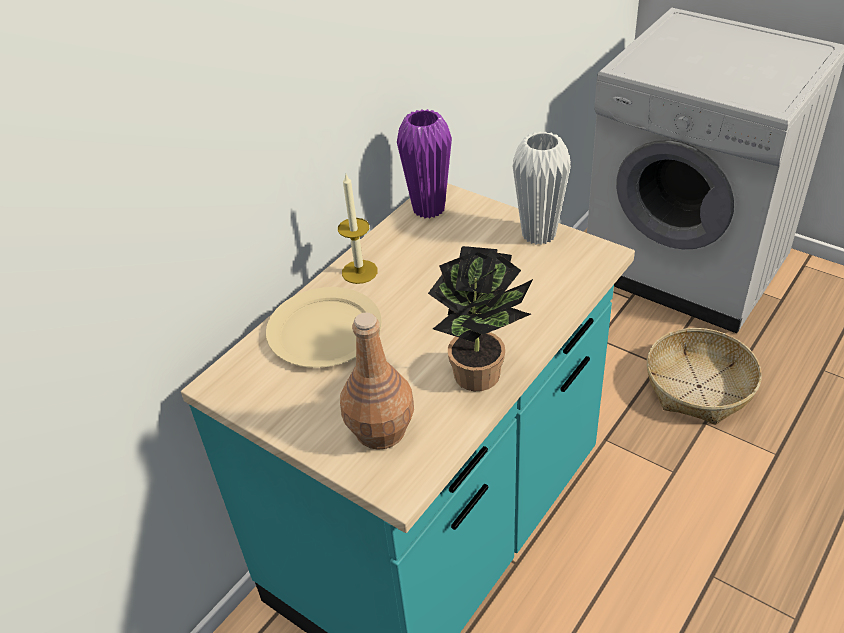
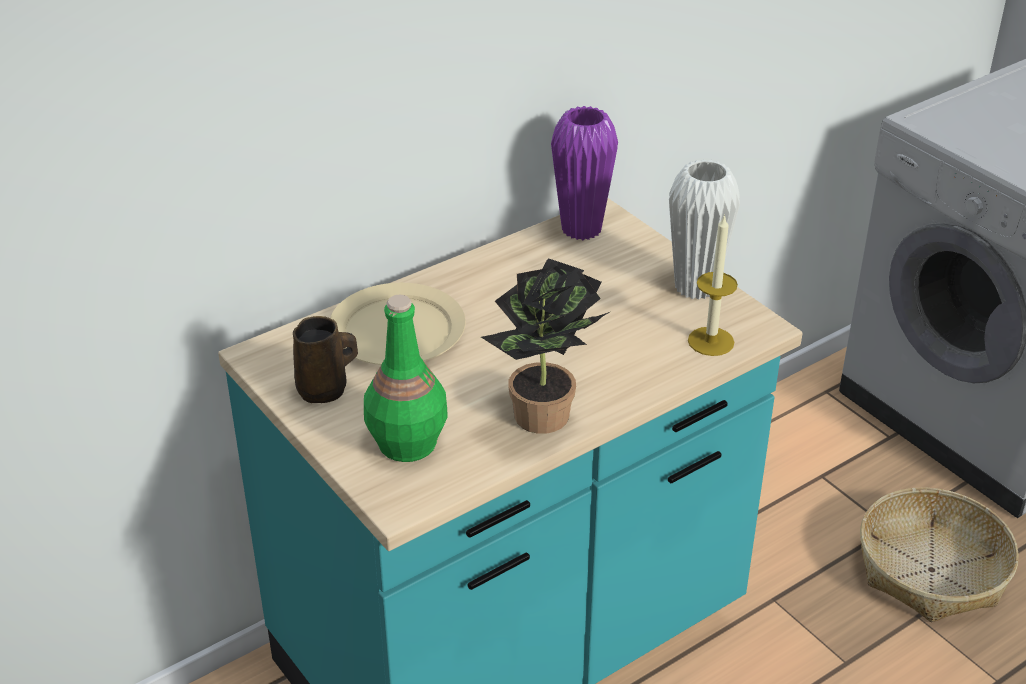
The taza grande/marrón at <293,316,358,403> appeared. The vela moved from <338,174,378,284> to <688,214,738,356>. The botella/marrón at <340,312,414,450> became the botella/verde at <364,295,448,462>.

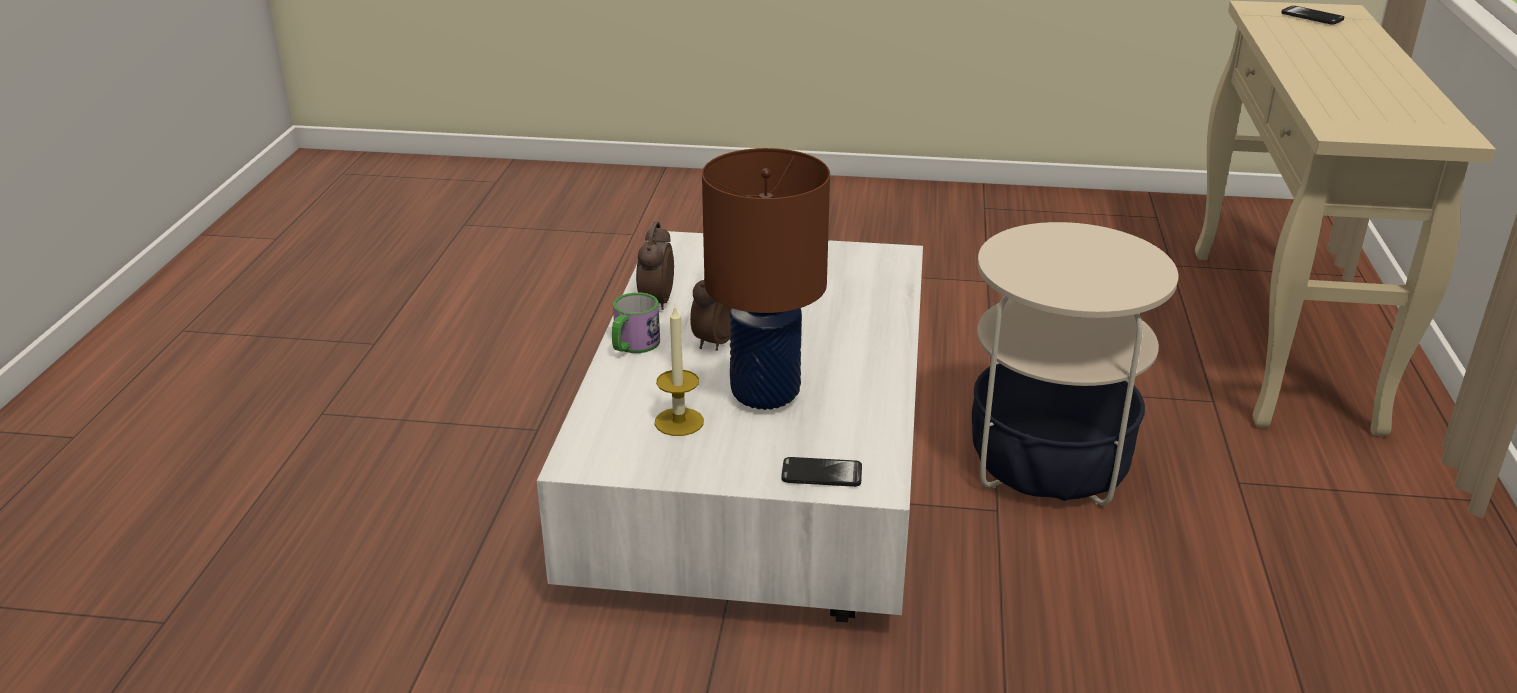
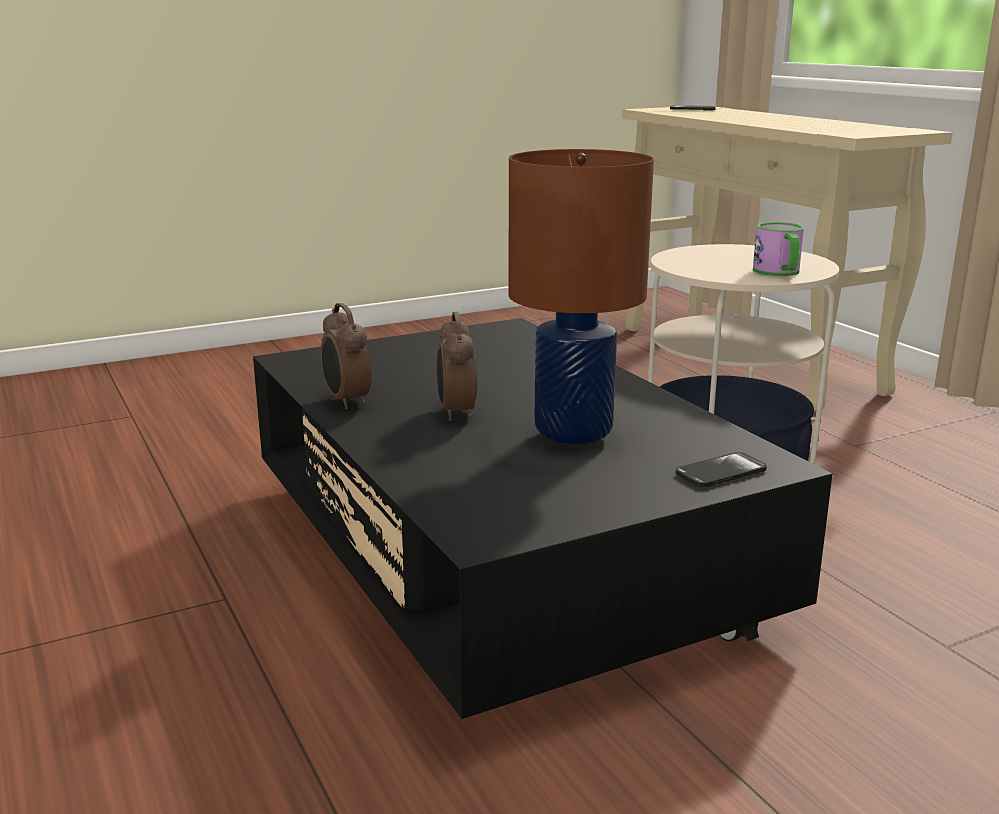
The vela at <655,307,704,436> disappeared. The taza grande moved from <612,293,660,353> to <753,222,804,276>. The mesa de centro/blanco at <537,231,923,623> became the mesa de centro/negro at <253,318,833,719>.

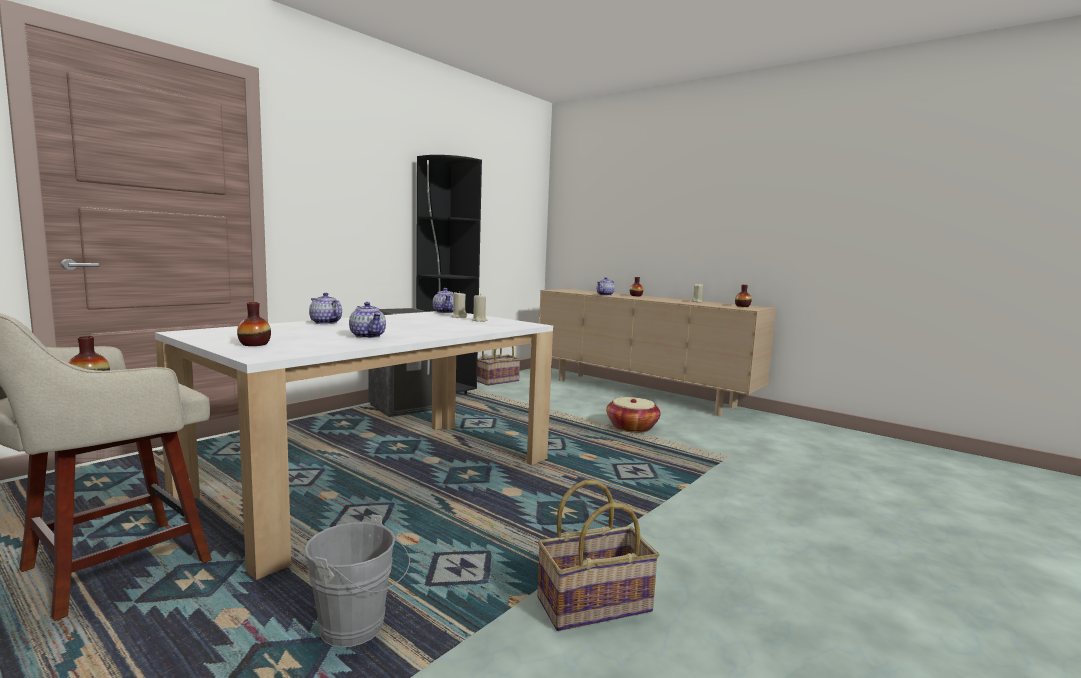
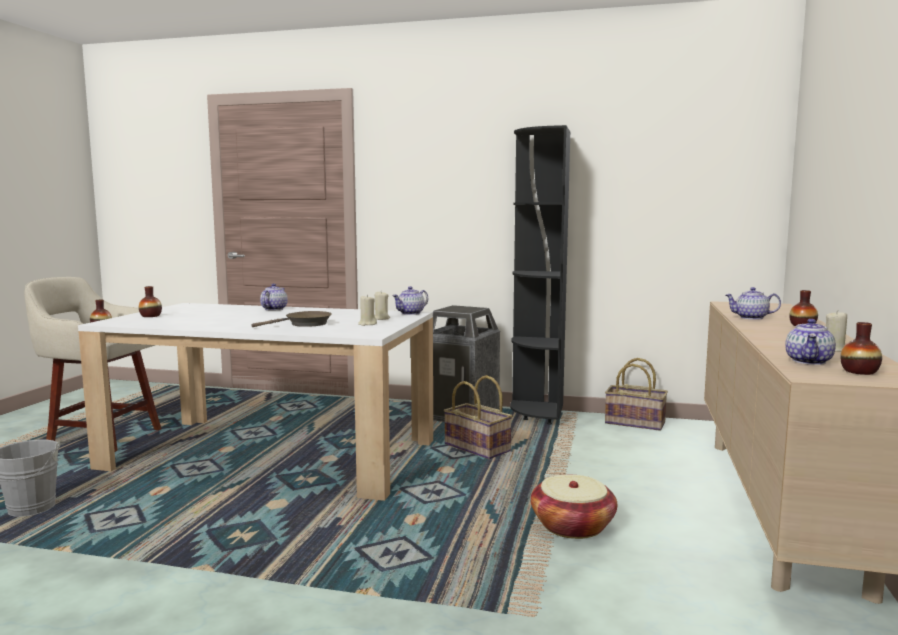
The sartén/marrón at <251,311,332,327> appeared. The tetera moved from <349,302,386,338> to <785,319,836,365>. The cesta moved from <537,480,659,631> to <444,375,512,459>.

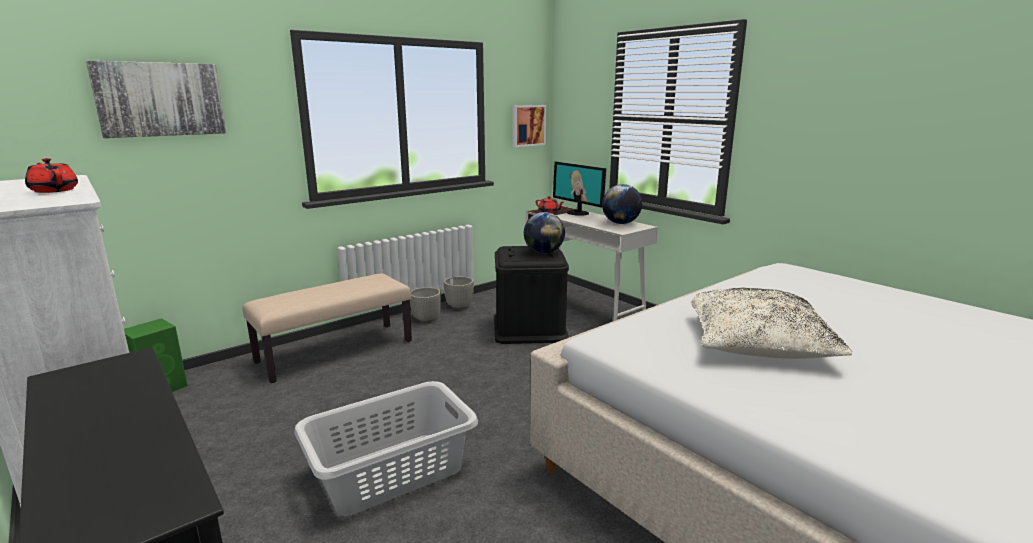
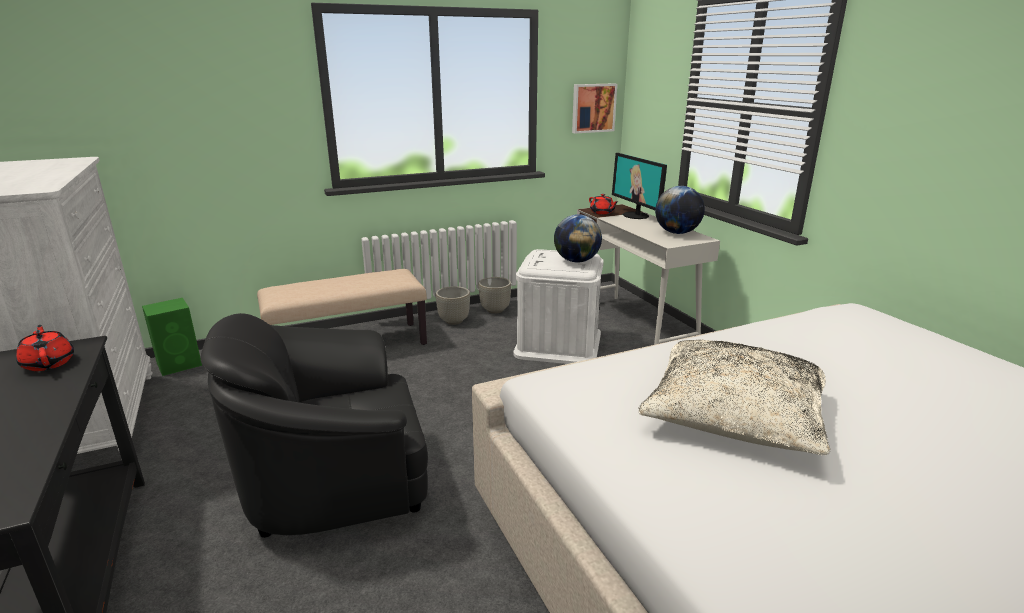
The cuadro at <86,61,226,138> disappeared. The tetera/rojo moved from <25,158,78,193> to <16,325,74,371>. The cesto de la ropa/gris at <295,381,478,516> was replaced by the sillón/negro at <201,313,428,538>. The caja de almacenaje/negro at <494,246,569,344> became the caja de almacenaje/blanco at <514,249,604,364>.

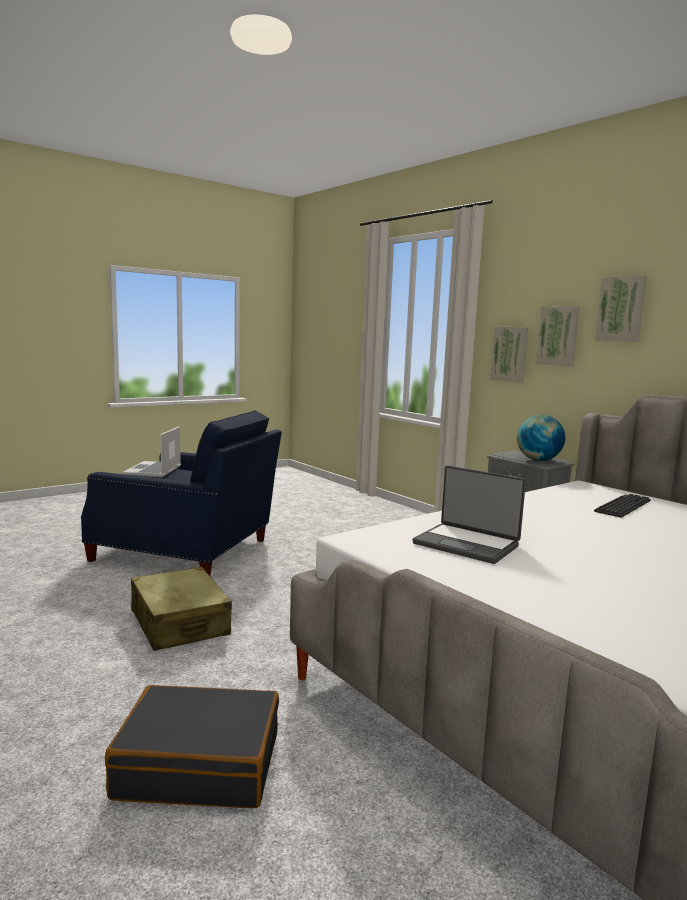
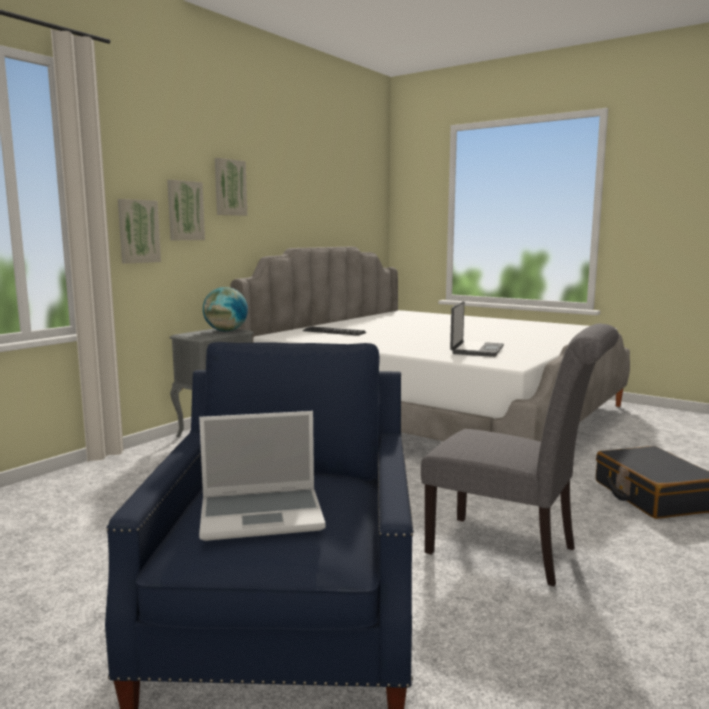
The maleta/beis at <131,567,232,651> was replaced by the silla/gris at <421,324,619,587>.

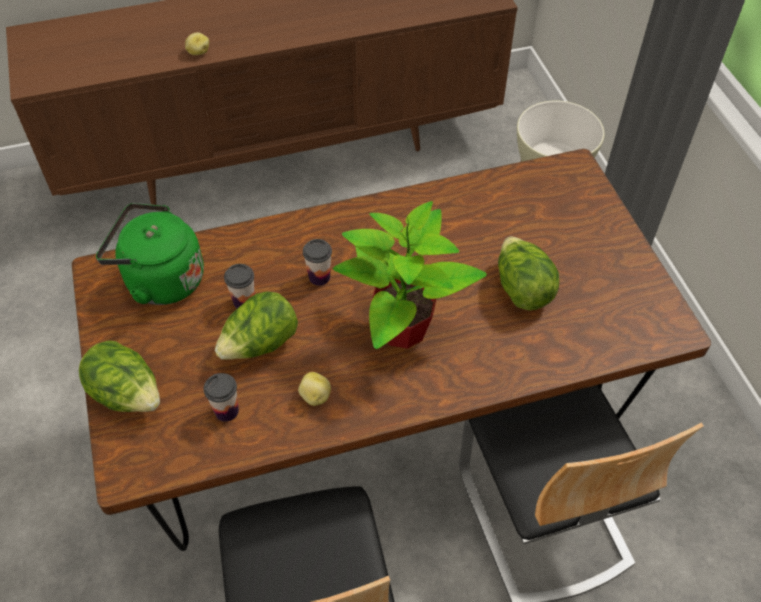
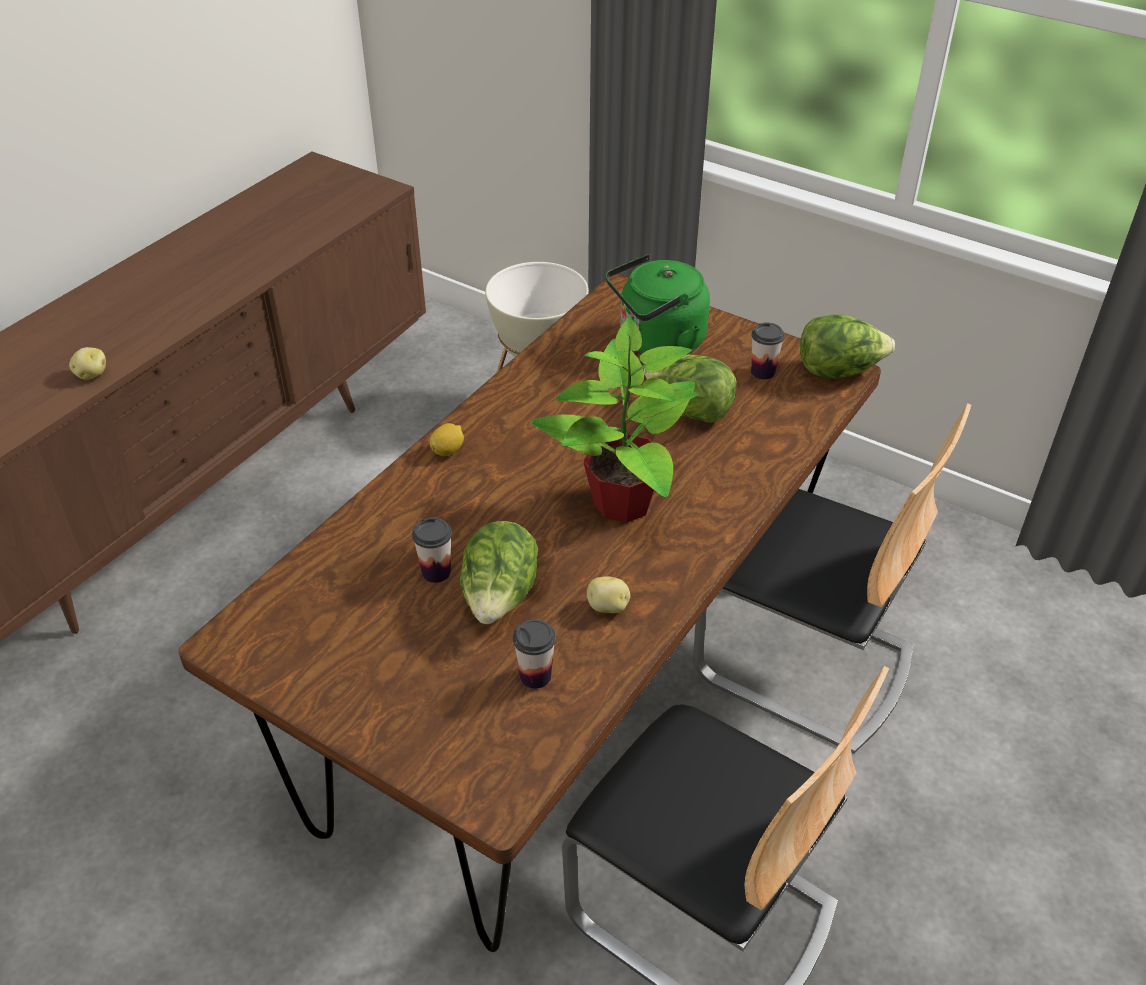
The limón at <430,423,464,456> appeared. The lechuga moved from <79,340,160,412> to <800,314,895,379>. The hervidor/verde moved from <96,203,204,305> to <606,254,710,355>. The taza moved from <303,239,332,286> to <751,322,785,380>.

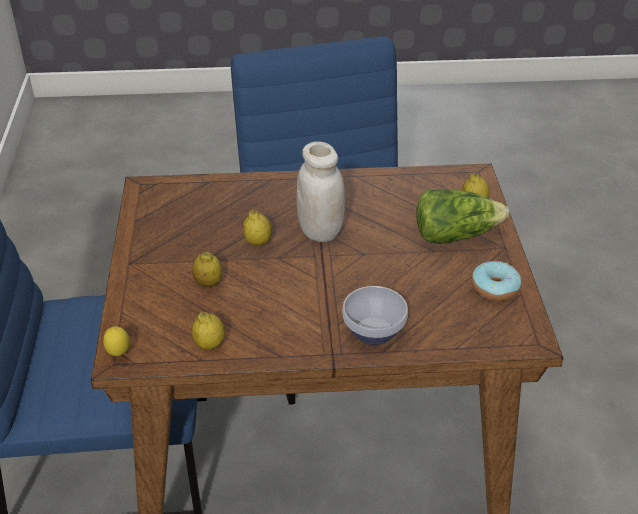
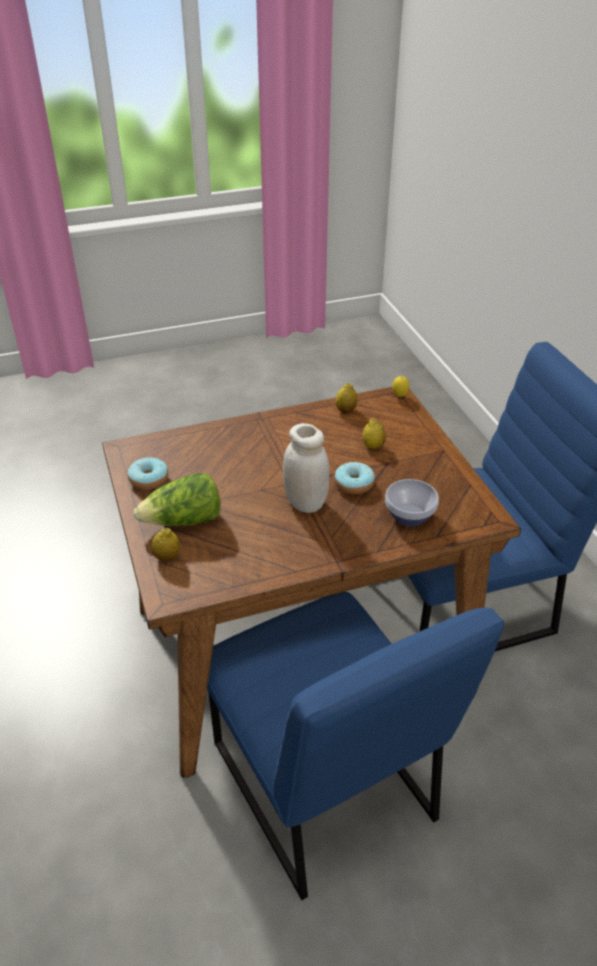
The cuenco moved from <342,286,408,345> to <385,479,439,526>. The limón at <243,210,272,246> was replaced by the rosquilla at <334,462,375,494>.

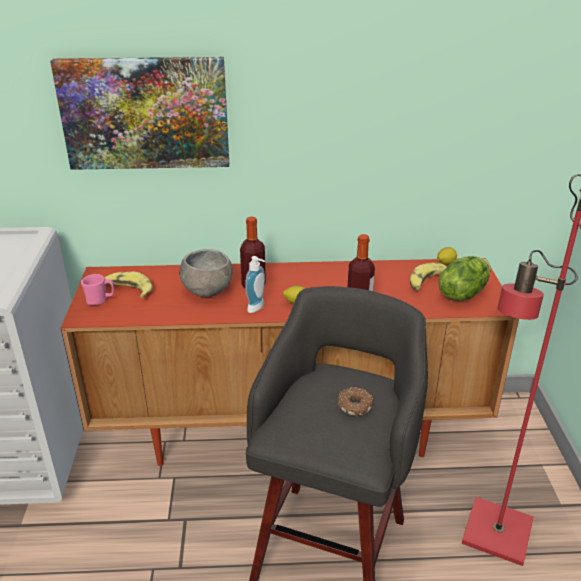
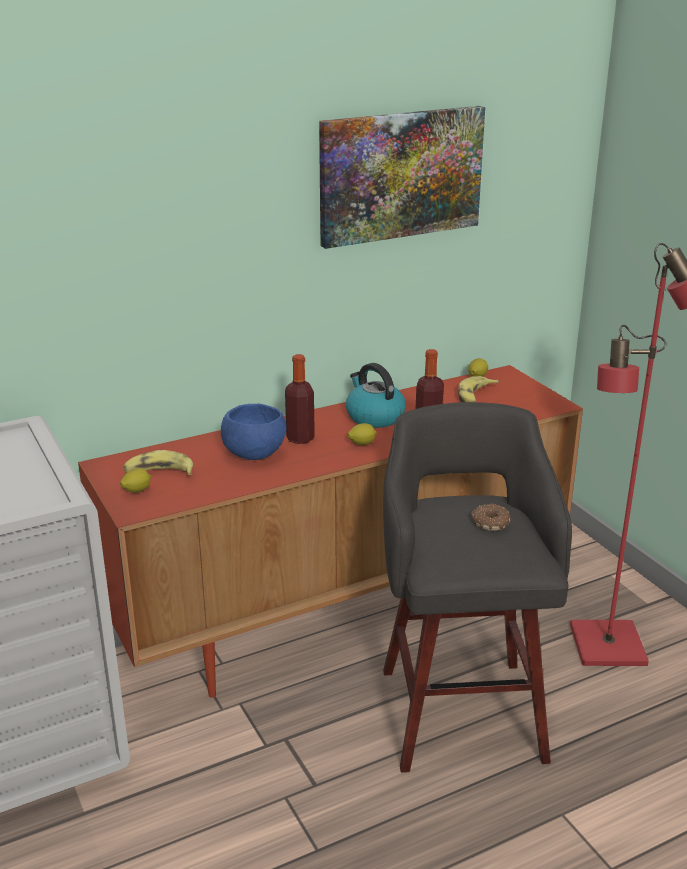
The dispensador de jabón at <245,256,265,313> disappeared. The lechuga at <438,256,491,301> disappeared. The hervidor at <346,363,406,428> appeared. The cuadro moved from <50,57,229,170> to <319,106,485,249>. The taza grande/rosa at <81,274,114,306> was replaced by the limón at <120,468,151,493>. The cuenco/gris at <179,249,233,297> became the cuenco/azul at <221,404,286,460>.

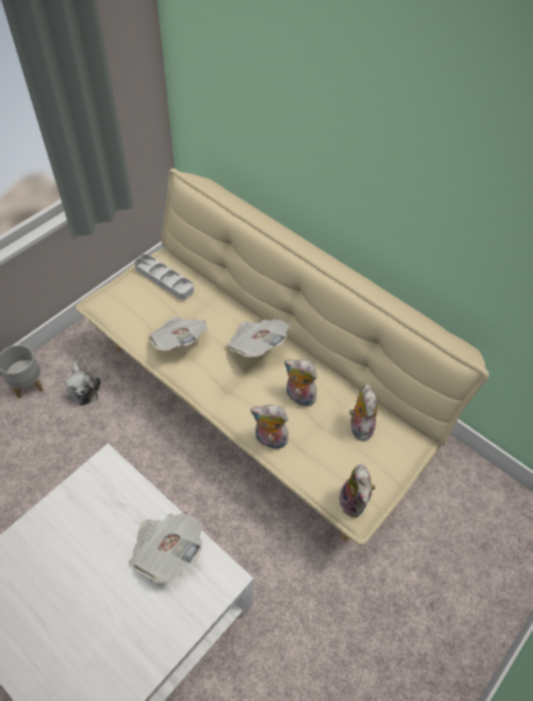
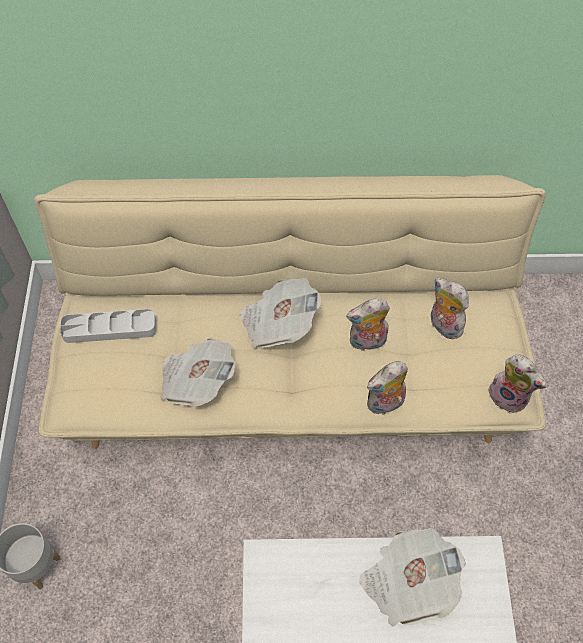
The peluche at <65,361,101,406> disappeared.

